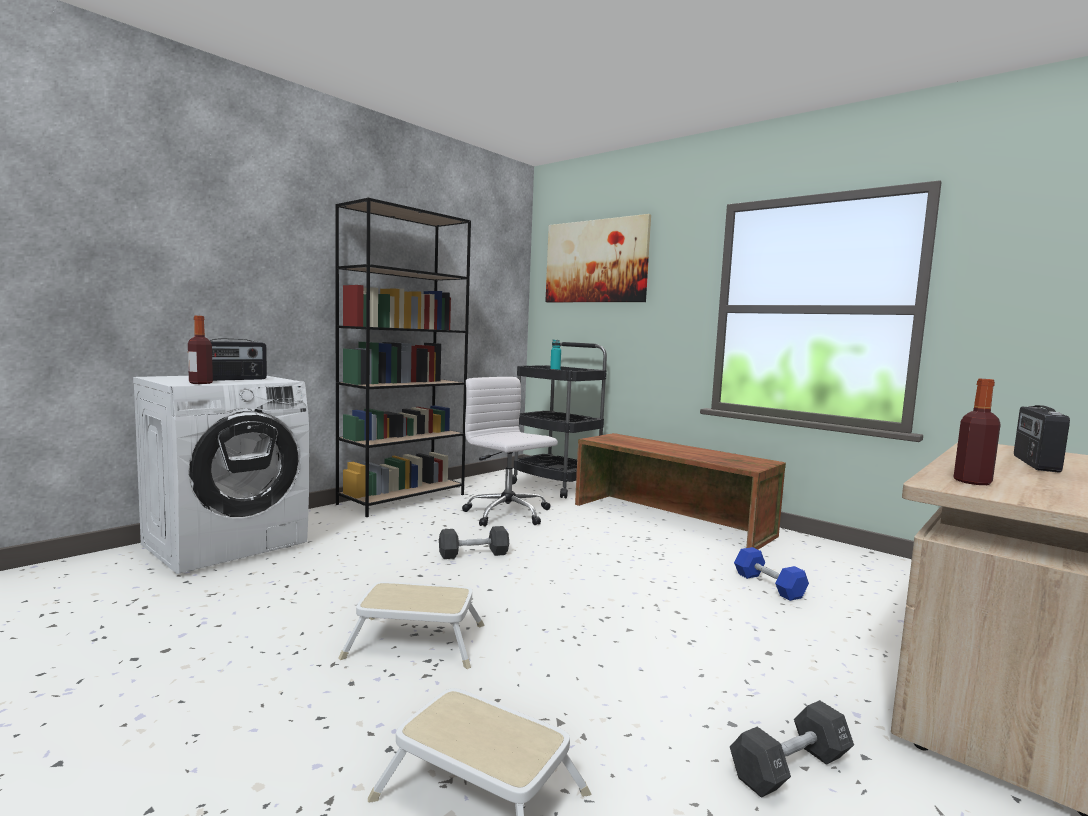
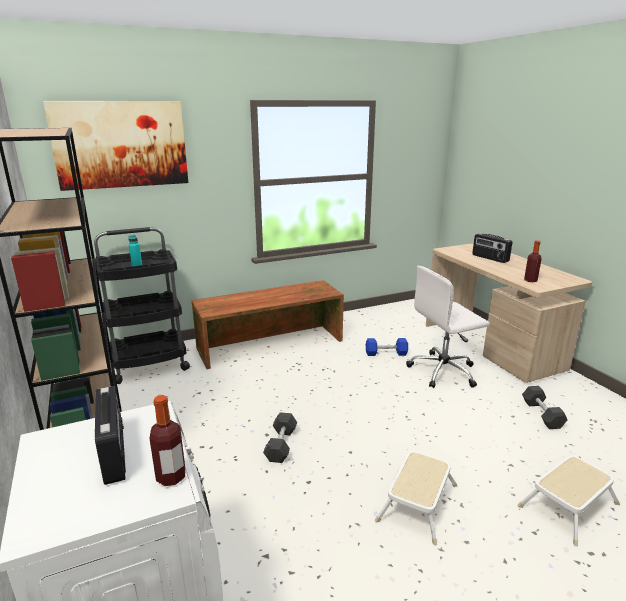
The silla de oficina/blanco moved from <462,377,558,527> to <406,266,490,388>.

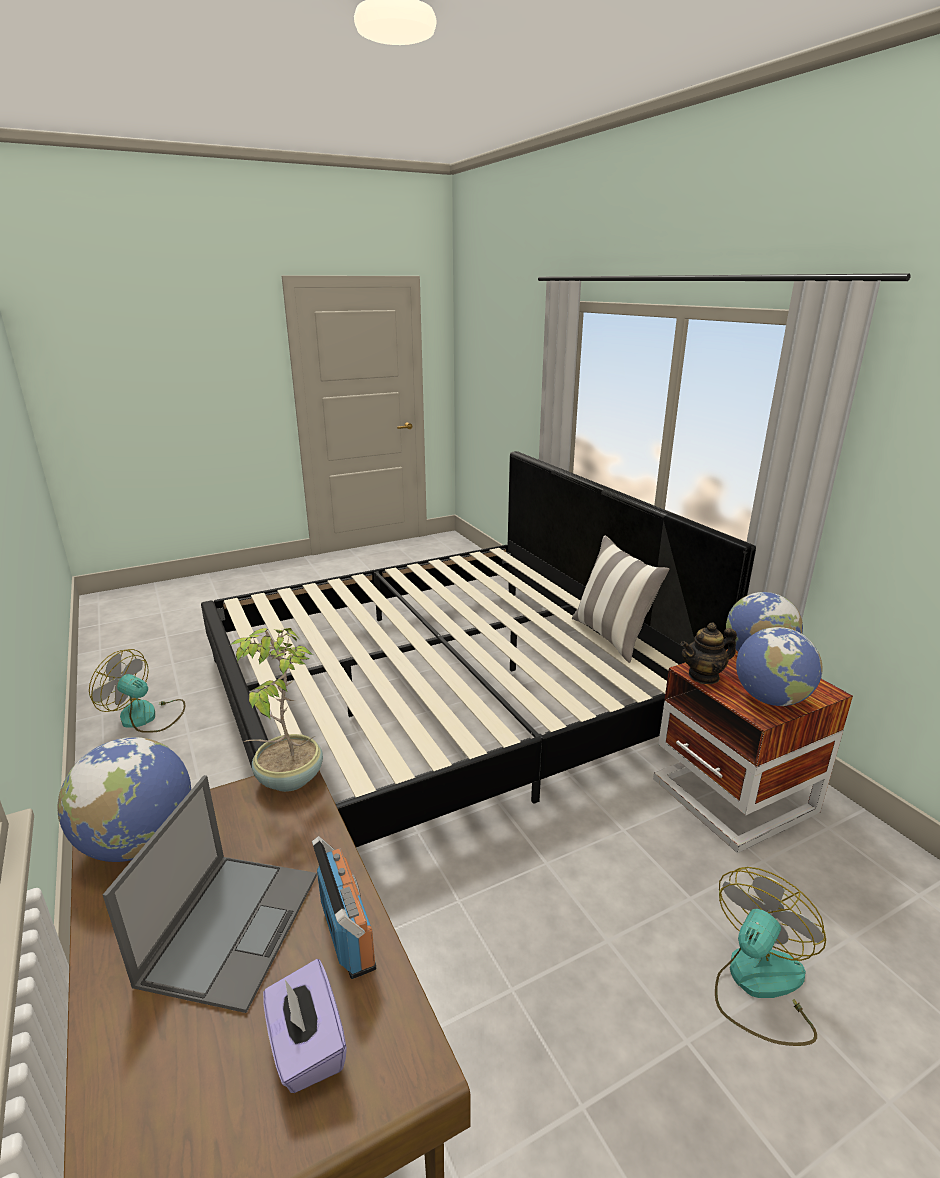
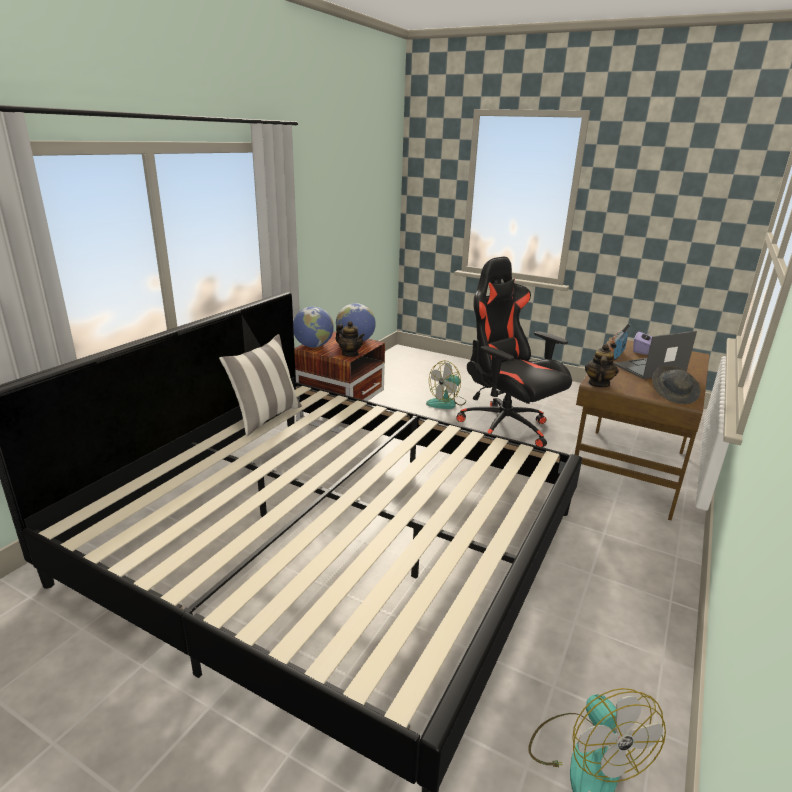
The silla de oficina/negro at <456,257,572,447> appeared. The globo terráqueo at <57,737,191,862> was replaced by the sombrero/gris at <652,365,701,404>. The planta en maceta at <230,628,323,792> was replaced by the tetera at <585,344,619,387>. The ventilador at <715,867,826,1046> turned 45 degrees counterclockwise.

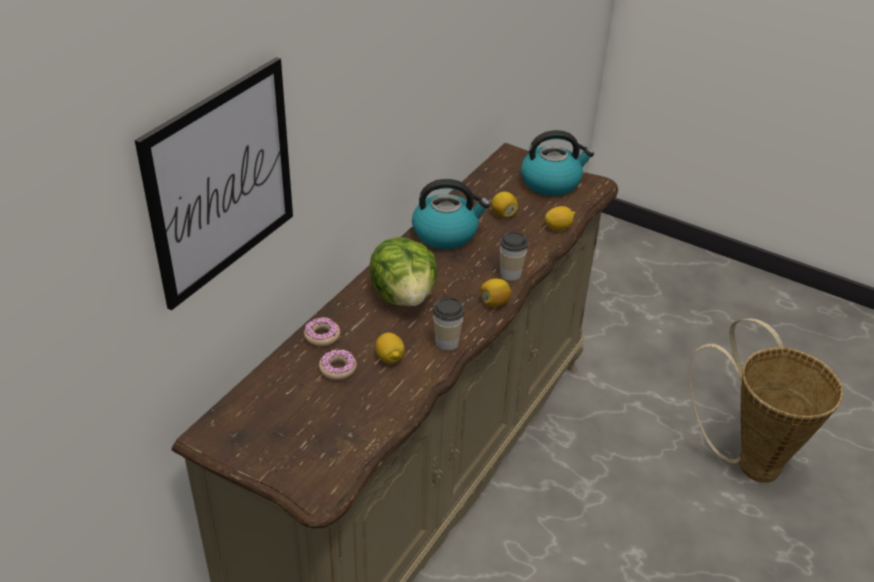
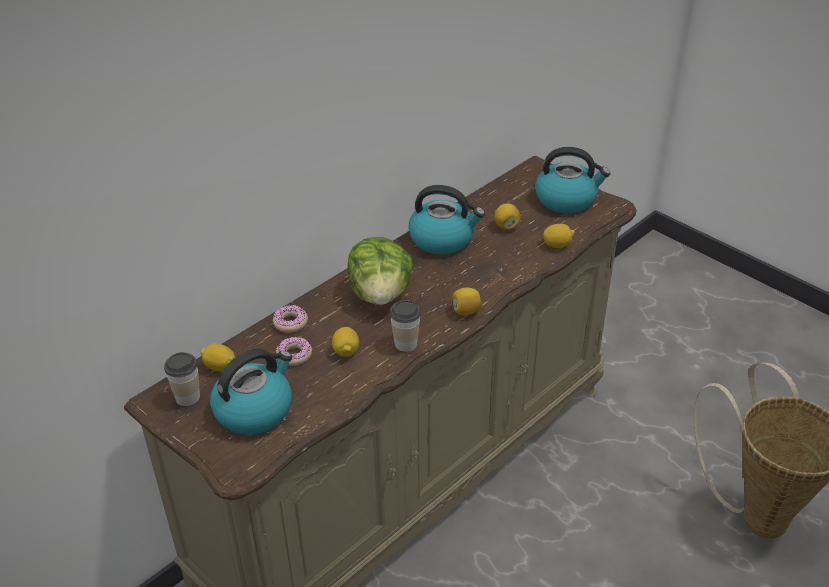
The cuadro at <135,57,293,310> disappeared. The limón at <200,343,235,371> appeared. The hervidor at <210,348,292,435> appeared. The taza moved from <500,231,528,281> to <164,352,200,406>.

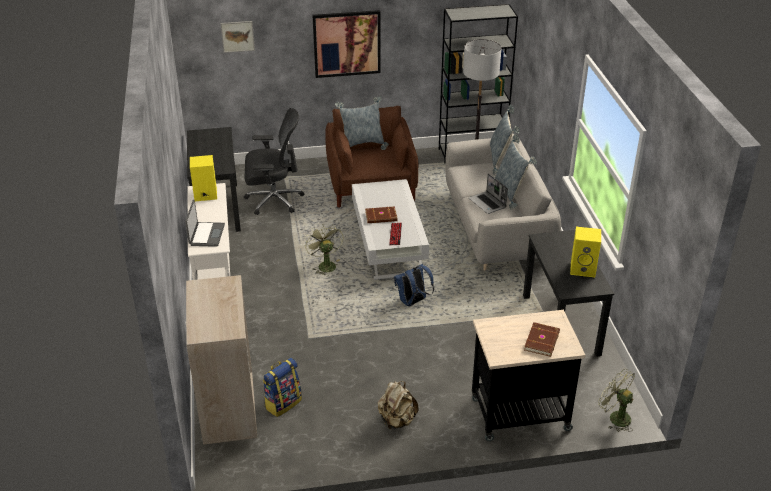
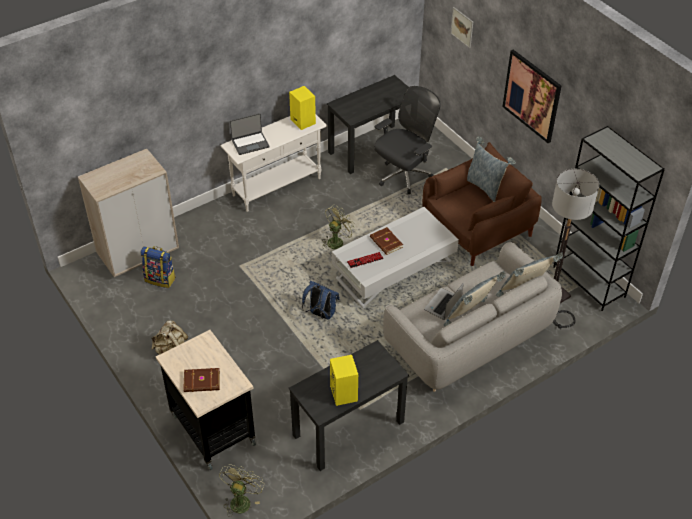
The silla de oficina at <244,108,304,215> turned 105 degrees counterclockwise.

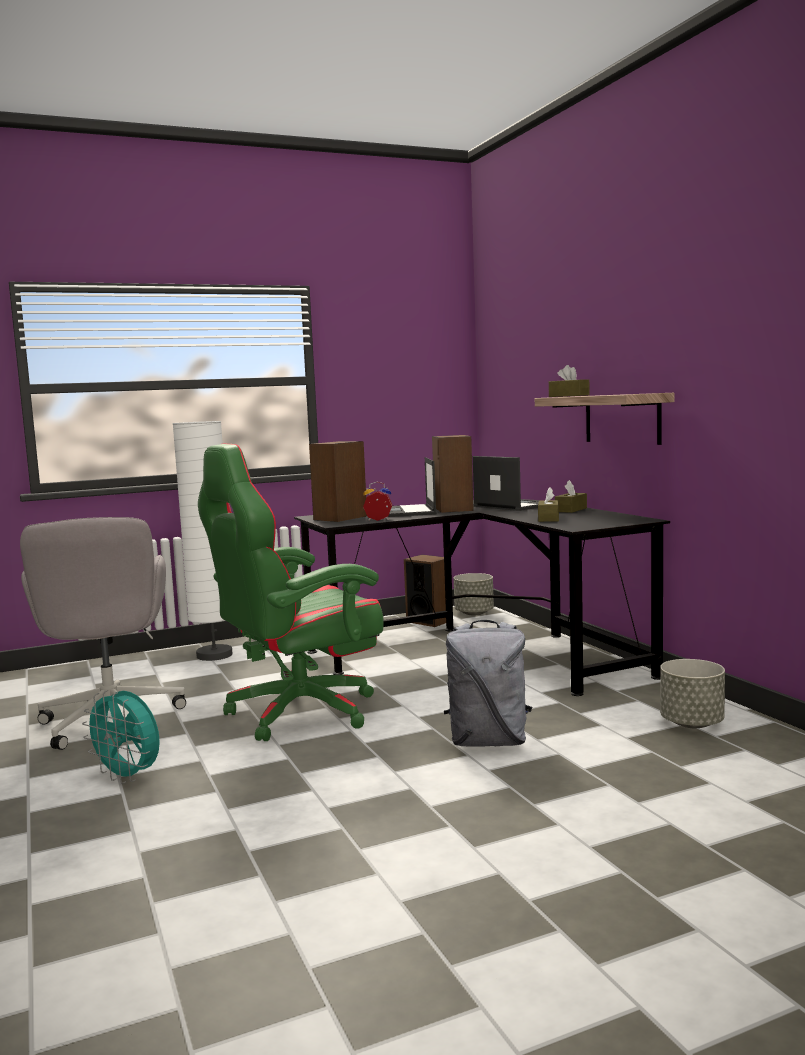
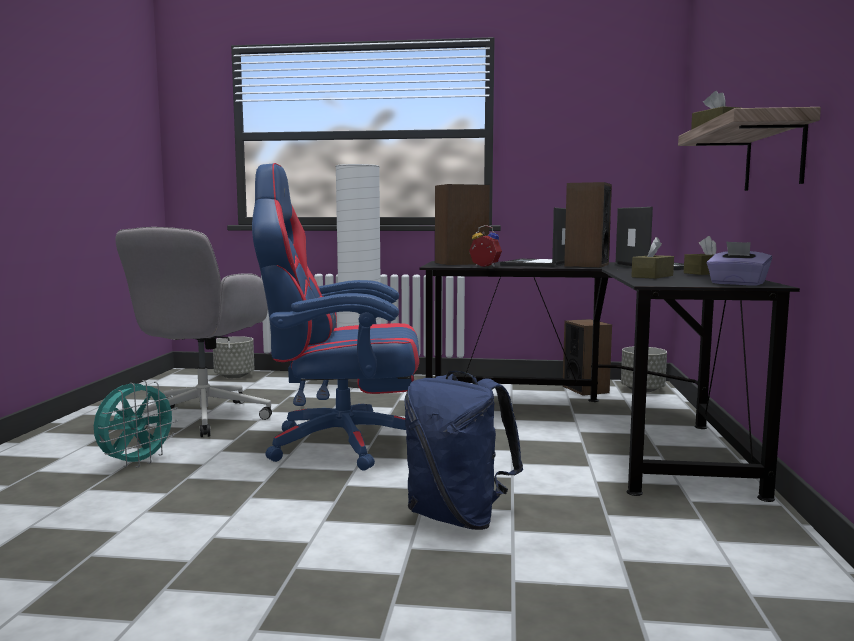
The caja de pañuelos/morado at <707,241,772,286> appeared. The maceta/gris moved from <660,659,725,728> to <213,336,255,378>. The silla de oficina/verde at <198,443,384,741> became the silla de oficina/azul at <252,163,419,471>. The mochila/gris at <444,620,532,747> became the mochila/azul at <404,371,523,530>. The ventilador/turquesa at <82,690,160,784> turned 120 degrees counterclockwise.

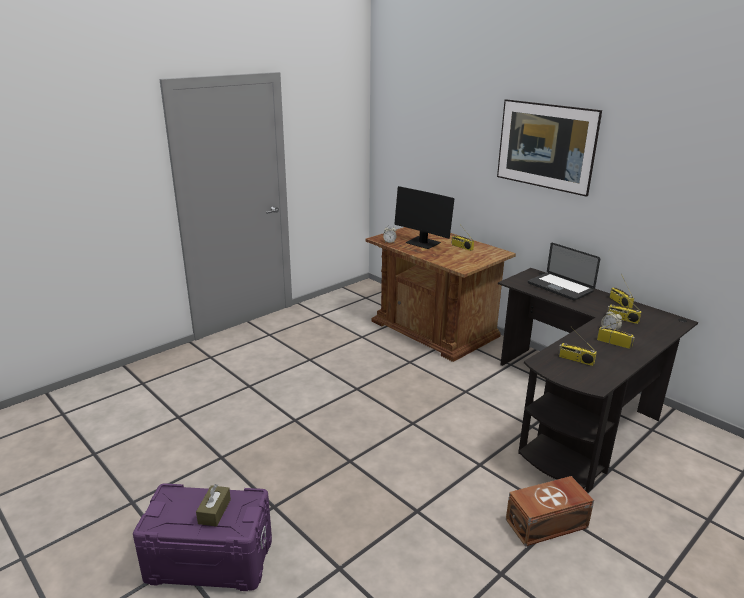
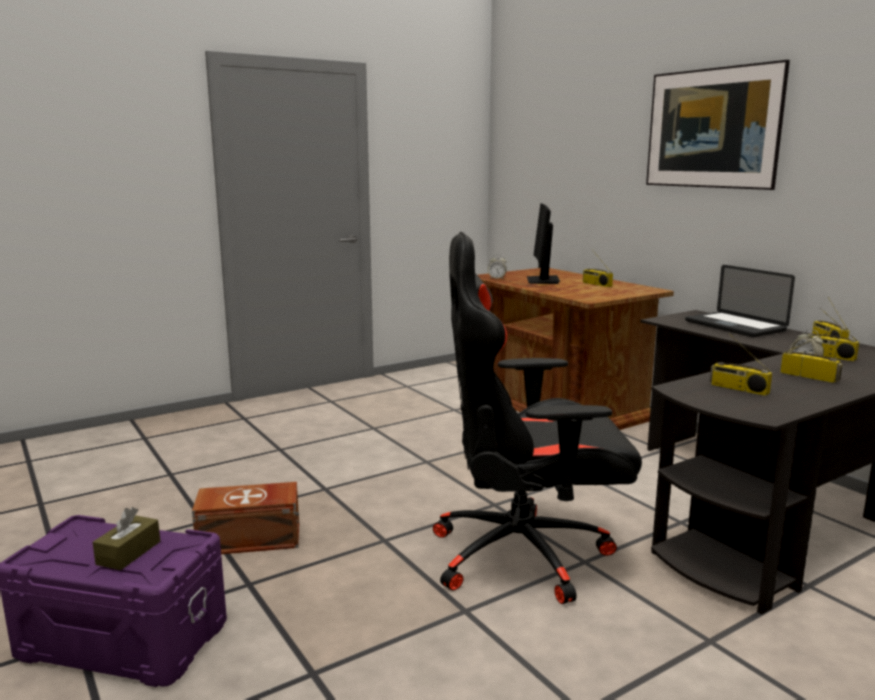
The silla de oficina/negro at <433,232,642,604> appeared. The caja de almacenaje/marrón moved from <506,476,594,547> to <192,482,299,554>. The monitor at <394,186,455,249> turned 45 degrees clockwise.

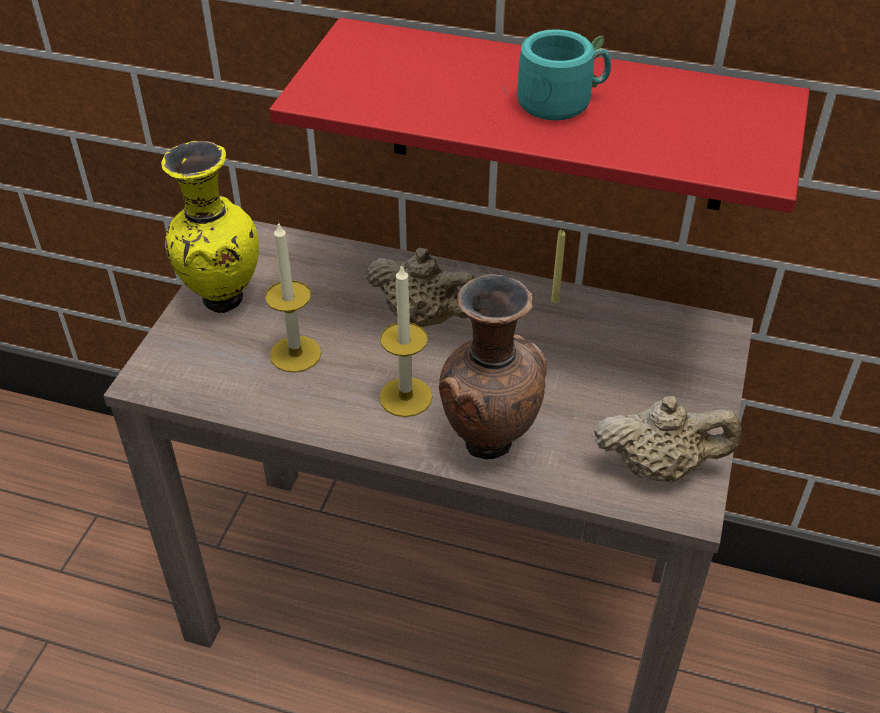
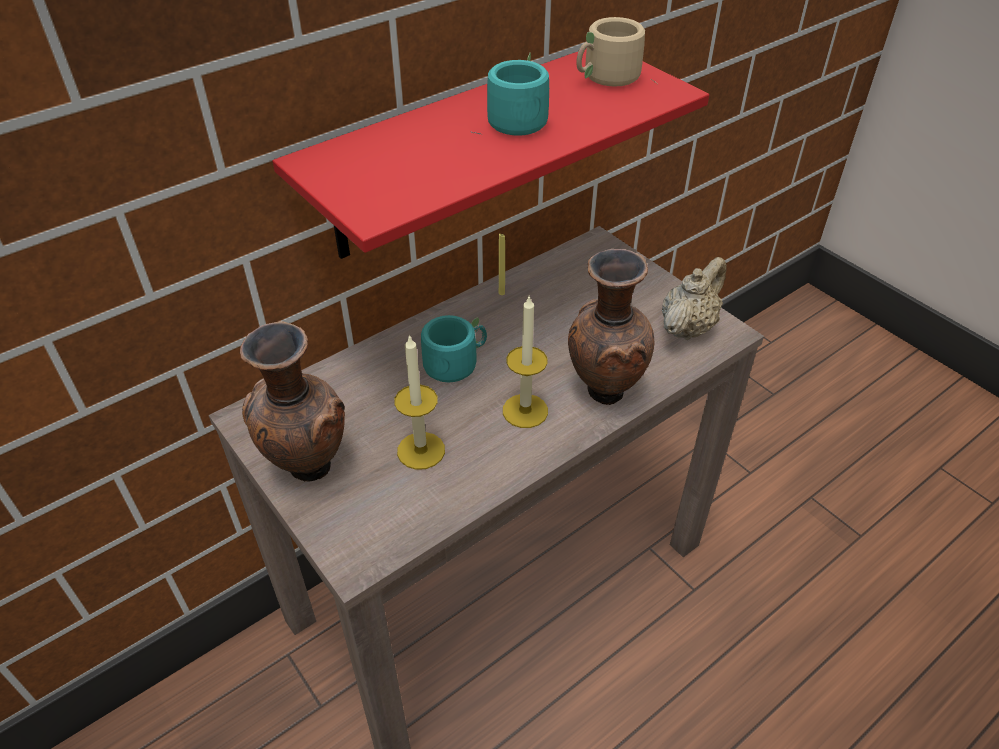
The taza grande/beis at <576,17,658,87> appeared. The tetera/beis at <366,248,475,327> was replaced by the taza grande/turquesa at <421,315,487,382>. The florero/amarillo at <161,141,259,313> became the florero/marrón at <240,321,345,482>.

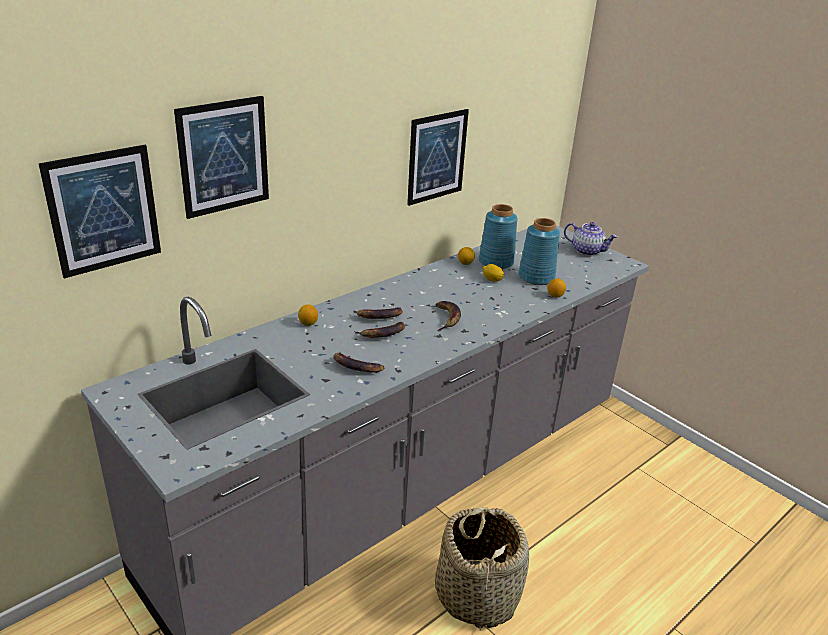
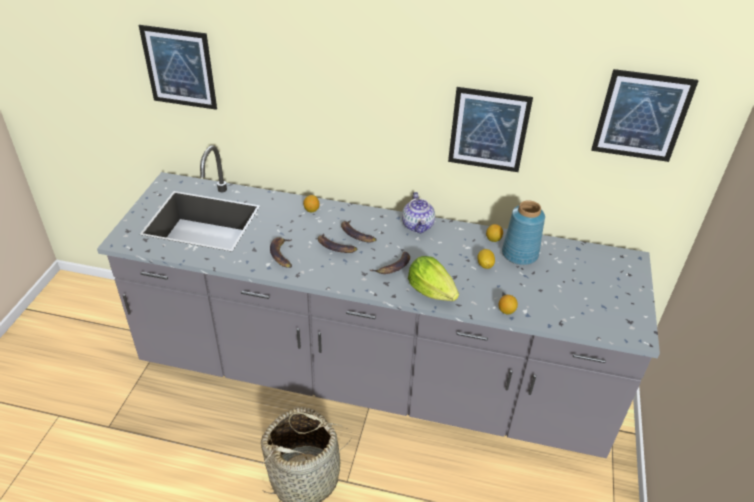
The florero/azul at <518,218,560,285> disappeared. The lechuga at <408,256,459,301> appeared. The cuadro moved from <174,96,269,219> to <591,69,698,162>. The tetera moved from <564,222,618,256> to <402,192,435,234>.

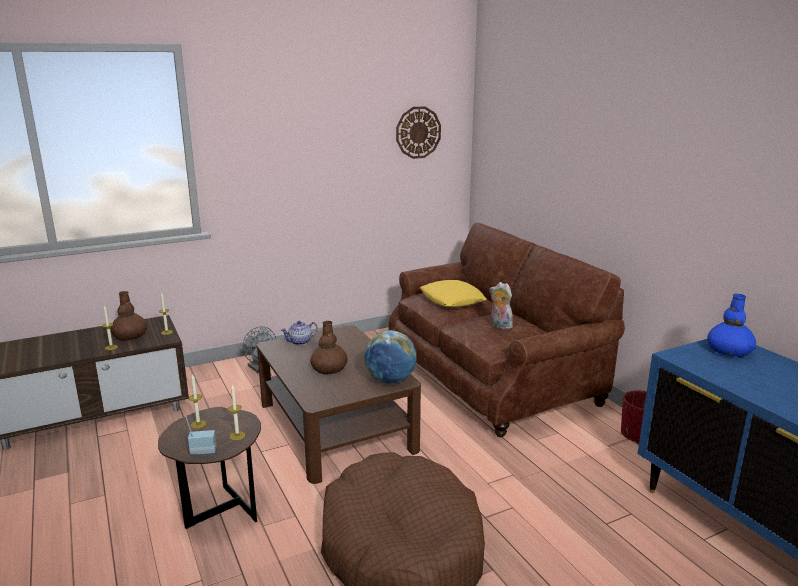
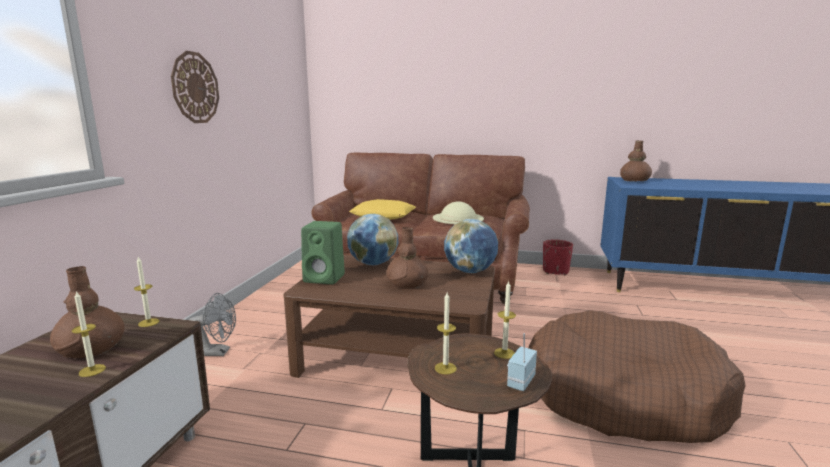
The globo terráqueo at <347,214,398,265> appeared. The reloj de pared moved from <396,106,441,159> to <171,51,219,123>. The tetera at <281,321,318,345> was replaced by the altavoz/verde at <301,221,345,284>. The peluche at <489,282,513,329> was replaced by the sombrero/beis at <433,201,484,224>. The florero/azul at <707,294,756,357> became the florero/marrón at <620,141,652,181>.

